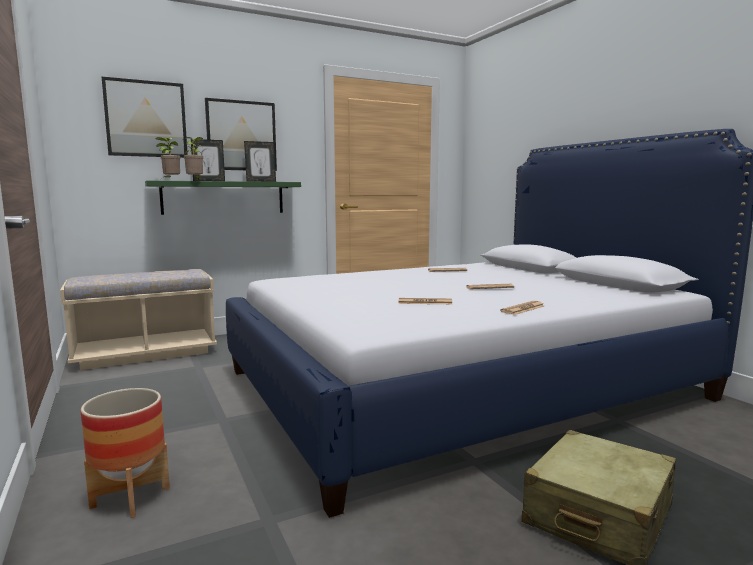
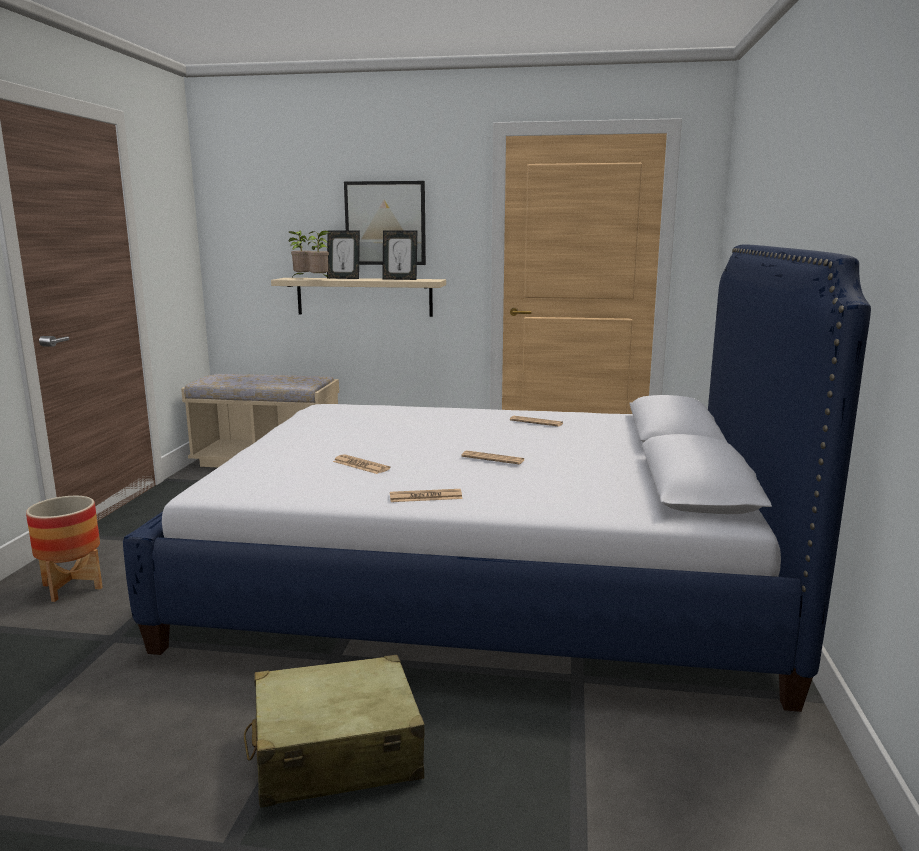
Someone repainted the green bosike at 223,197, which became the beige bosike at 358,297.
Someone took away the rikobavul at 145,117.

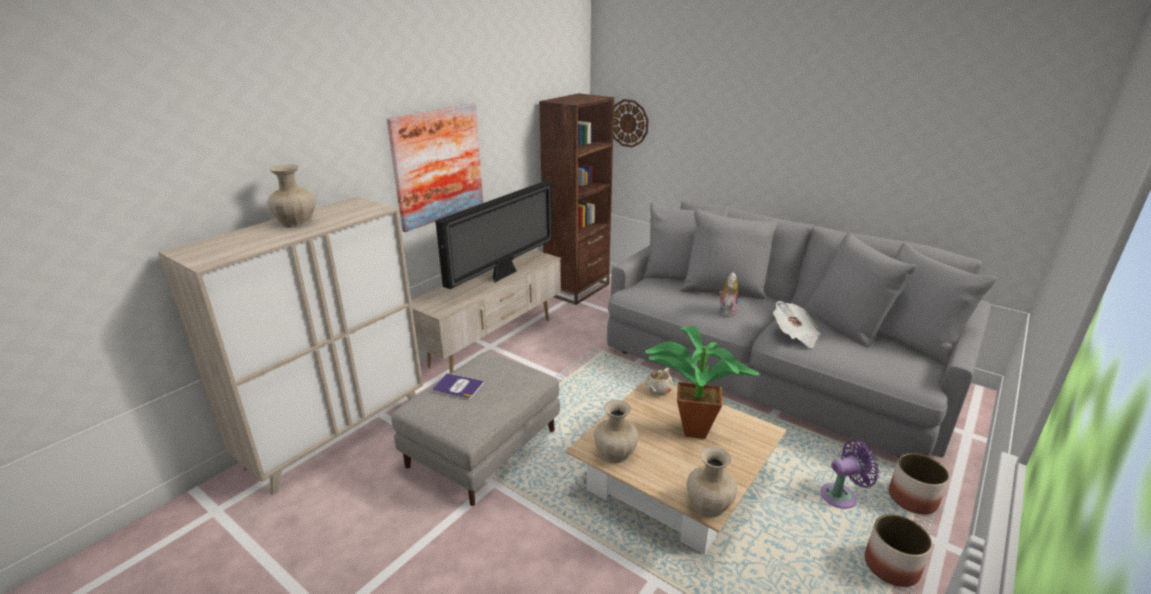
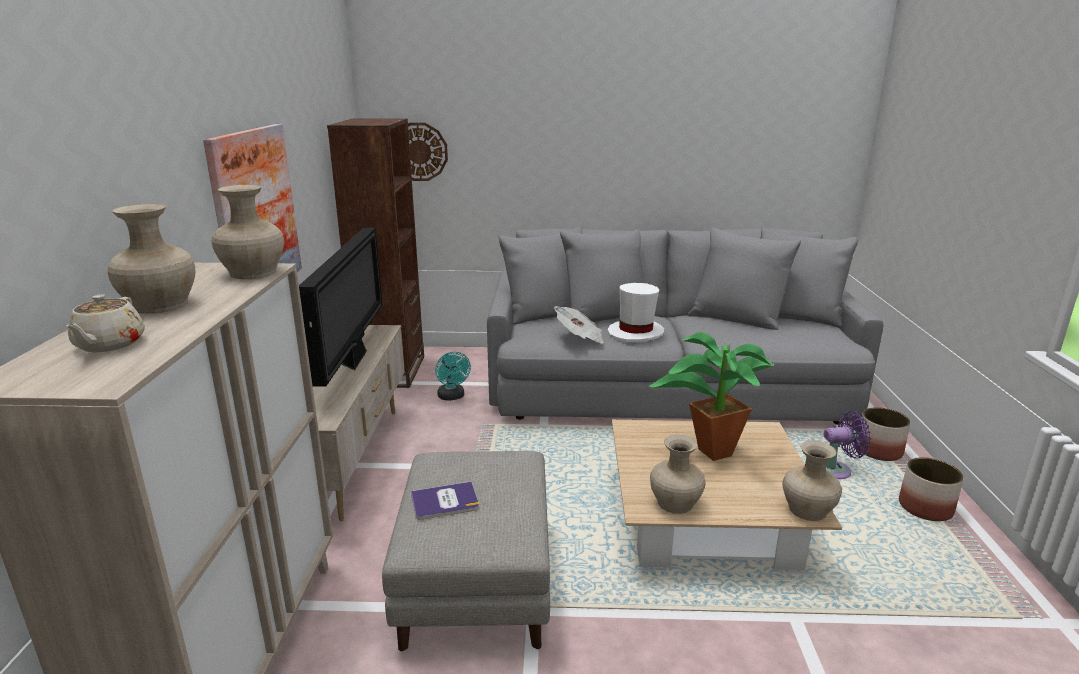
Someone carried the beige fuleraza from 659,381 to 105,323.
Someone put down the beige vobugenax at 247,232.
Someone put down the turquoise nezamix at 453,376.
Someone carried the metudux from 797,324 to 578,324.
Someone swapped the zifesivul at 728,294 for the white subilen at 635,312.
Someone rotated the purple nezamix at 850,474 by 45 degrees clockwise.

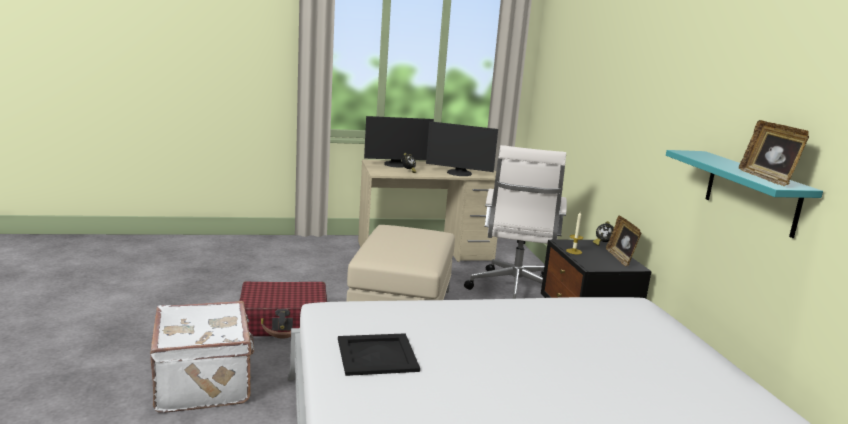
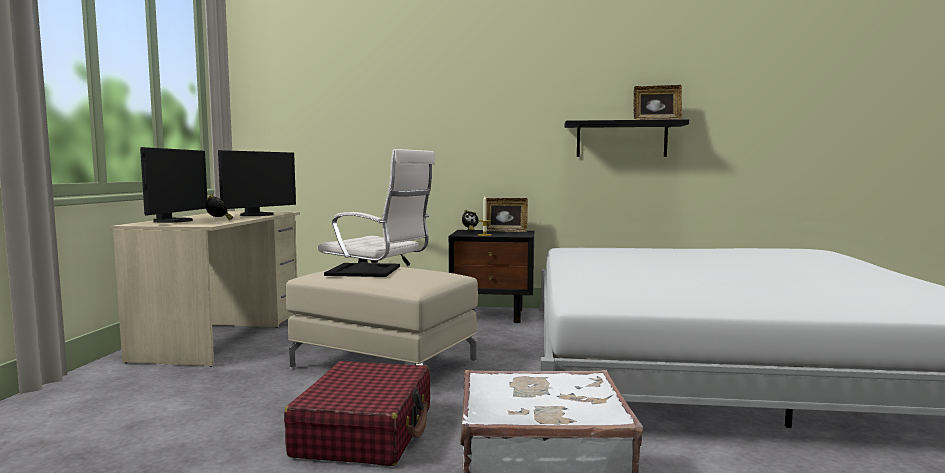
Someone carried the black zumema from 379,354 to 362,269.
Someone repainted the turquoise bosike at 744,194, which became the black bosike at 627,138.

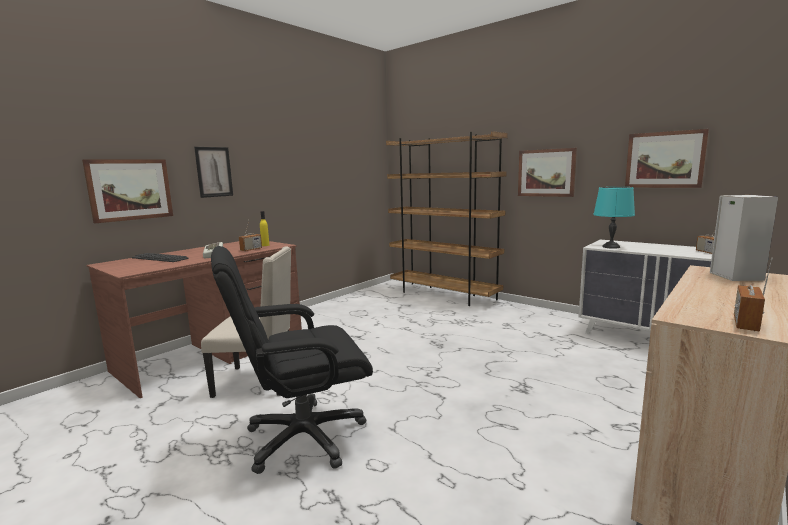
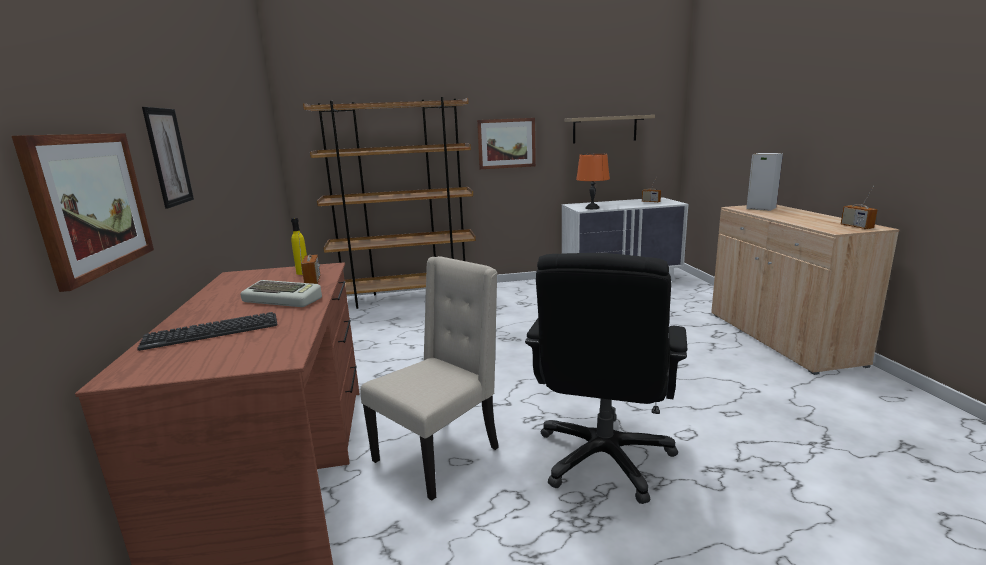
Someone swapped the rikobavul at 667,158 for the bosike at 609,129.
Someone repainted the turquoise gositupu at 614,218, which became the orange gositupu at 593,181.

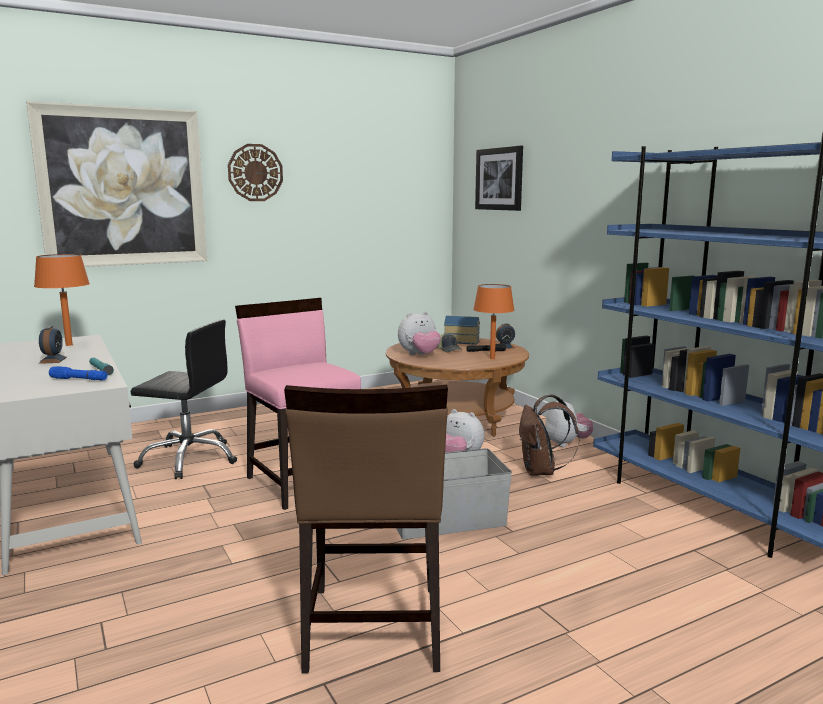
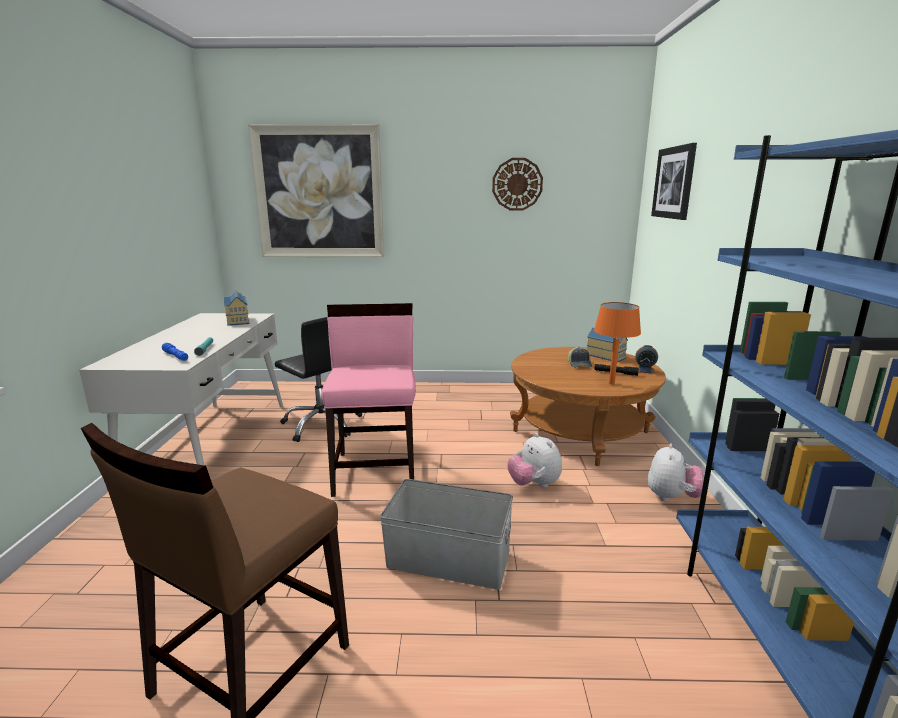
Someone swapped the orange gositupu at 62,300 for the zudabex at 236,308.
Someone carried the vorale from 255,172 to 517,184.
Someone took away the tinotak at 52,345.
Someone took away the zifesivul at 419,333.
Someone took away the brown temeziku at 549,435.

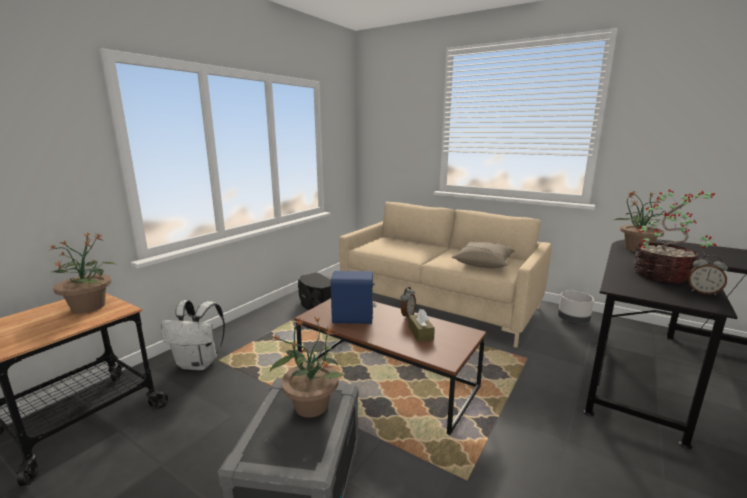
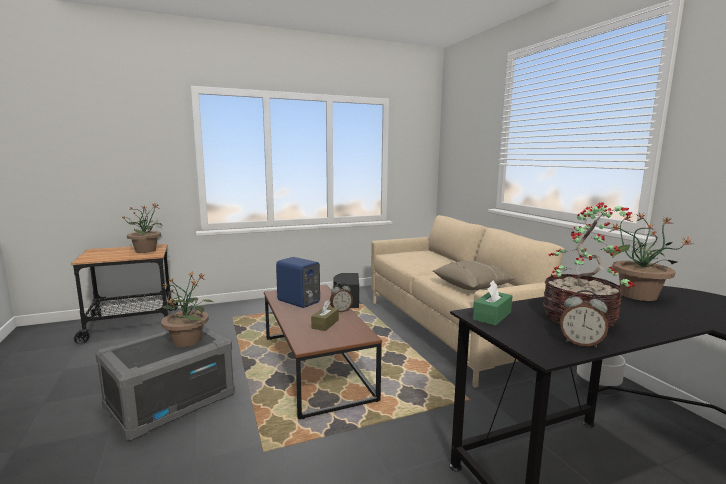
Someone put down the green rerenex at 492,303.
Someone rotated the tinotak at 708,275 by 45 degrees counterclockwise.
Someone took away the white temeziku at 193,335.

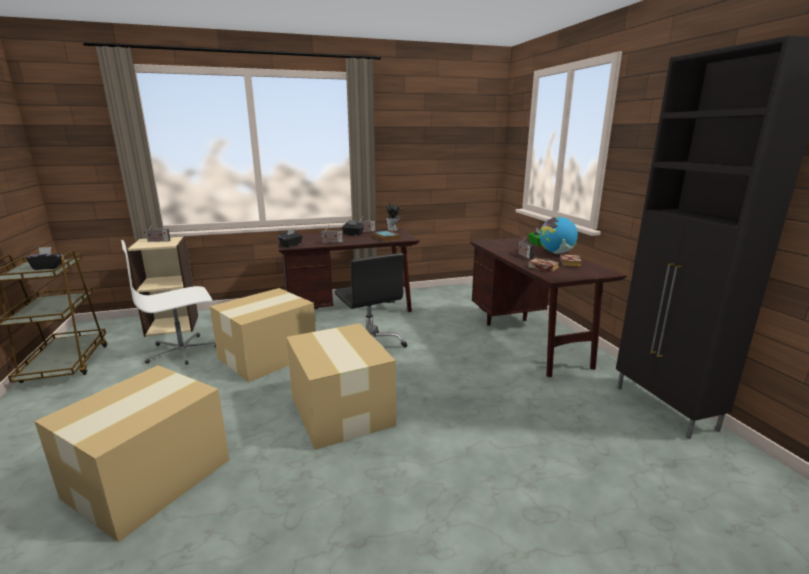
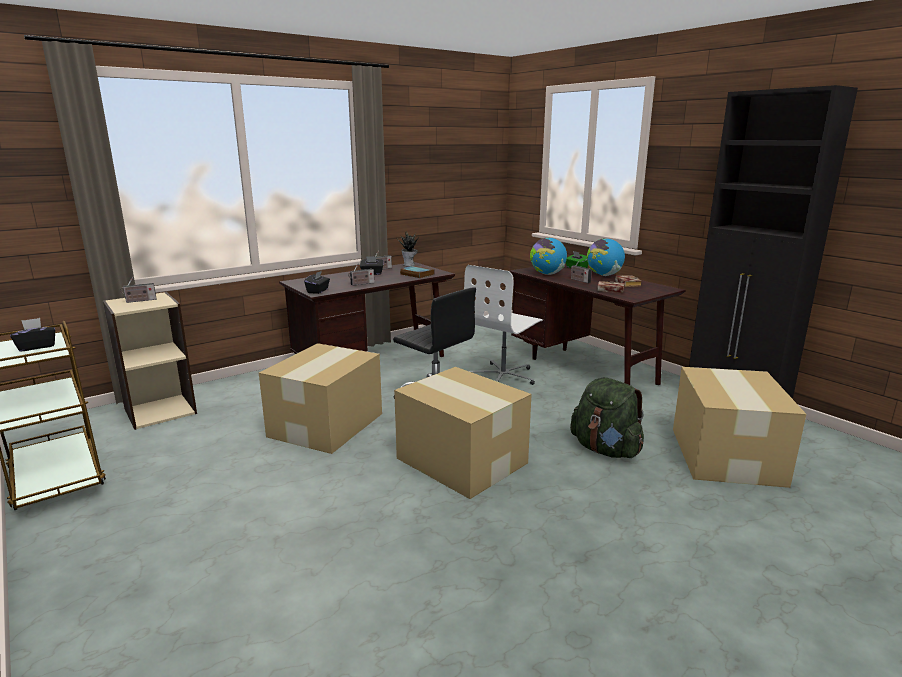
Someone carried the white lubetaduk from 168,302 to 503,325.
Someone put down the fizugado at 548,256.
Someone put down the green temeziku at 607,418.
Someone carried the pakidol from 131,453 to 739,427.

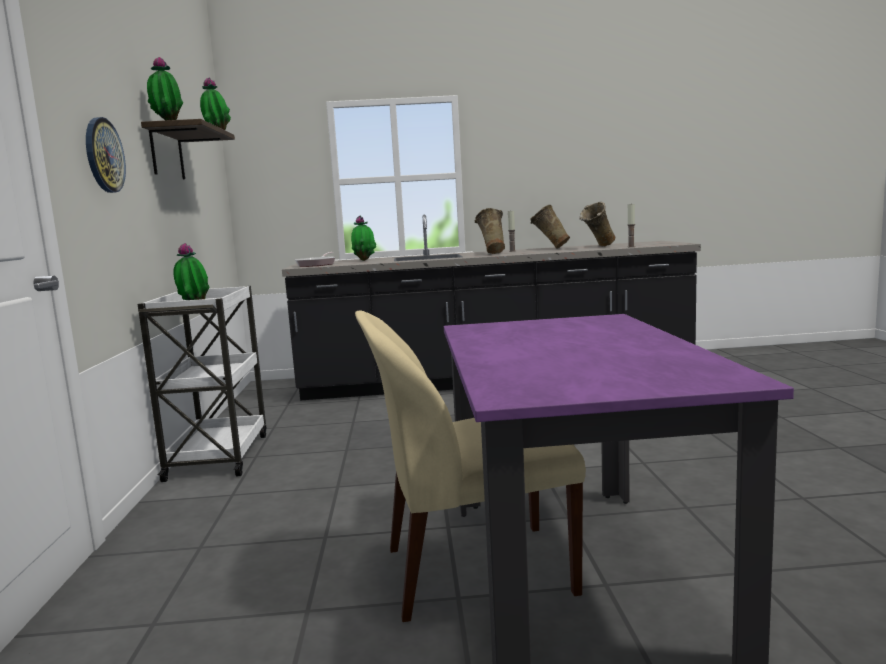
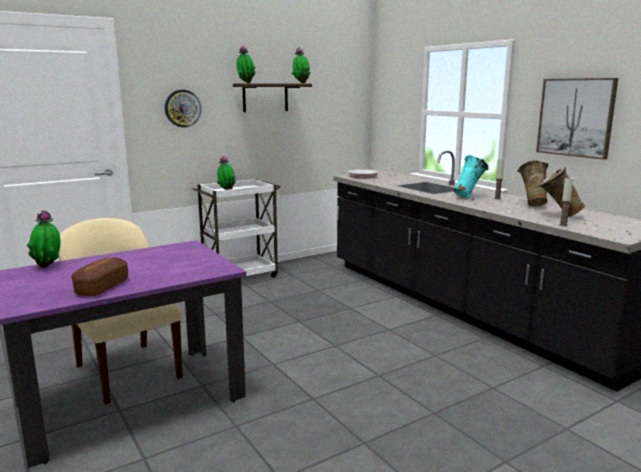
Someone carried the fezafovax from 363,238 to 44,239.
Someone put down the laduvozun at 99,276.
Someone repainted the beige vobugenax at 490,231, which became the turquoise vobugenax at 471,176.
Someone put up the rikobavul at 577,119.

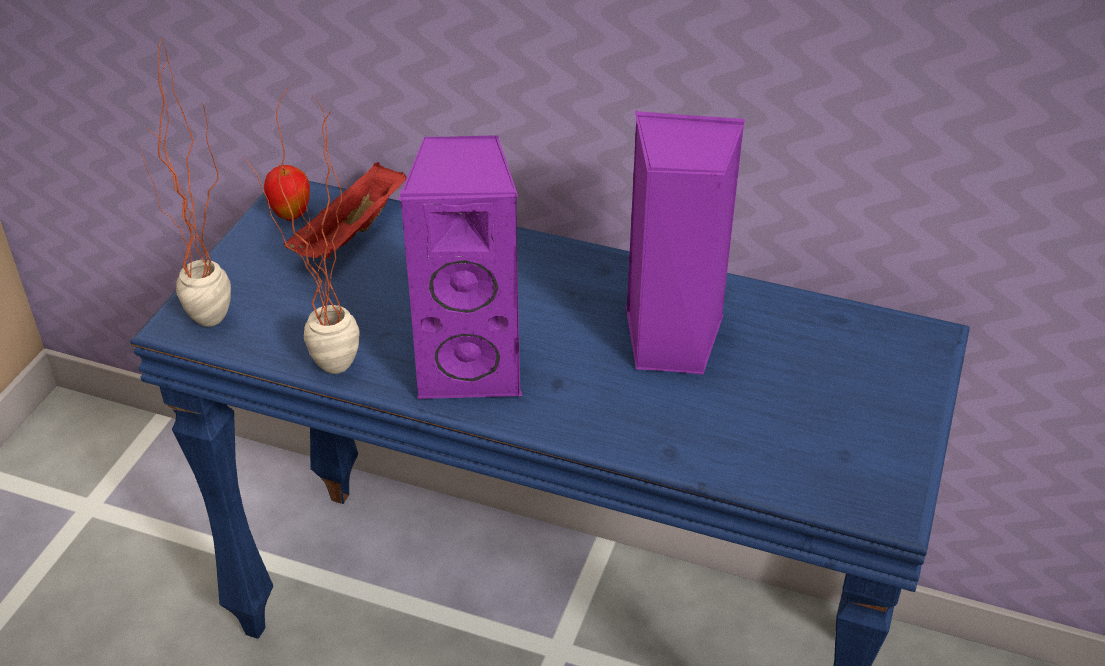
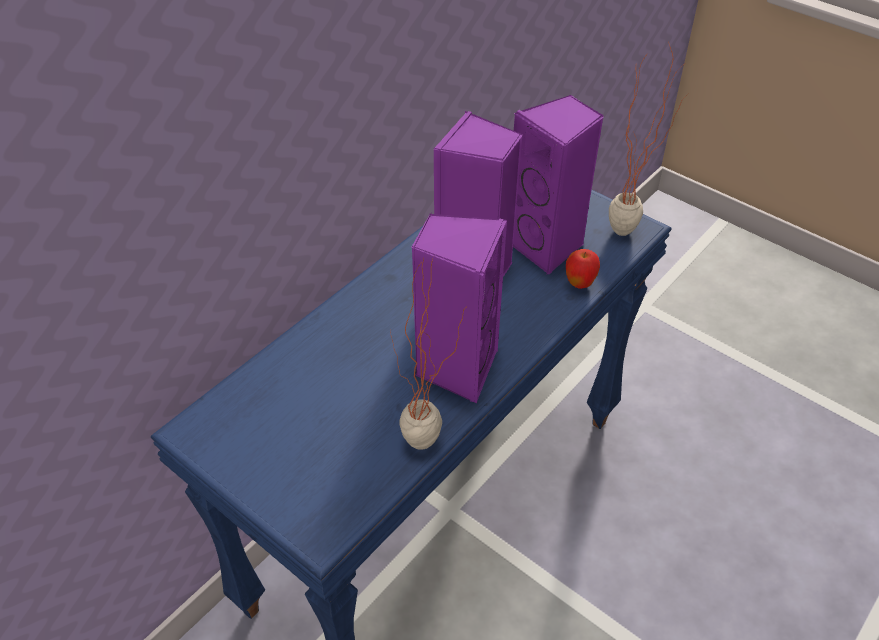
Someone put down the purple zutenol at 558,184.
Someone carried the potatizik from 287,193 to 583,269.
Someone carried the fezafovax from 186,182 to 648,139.
Someone took away the red zumema at 345,210.

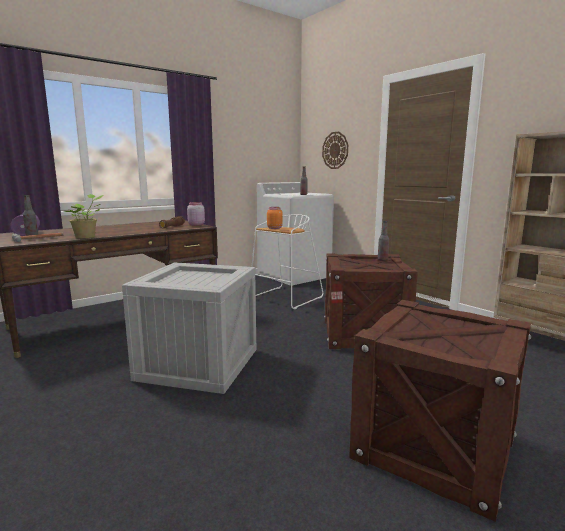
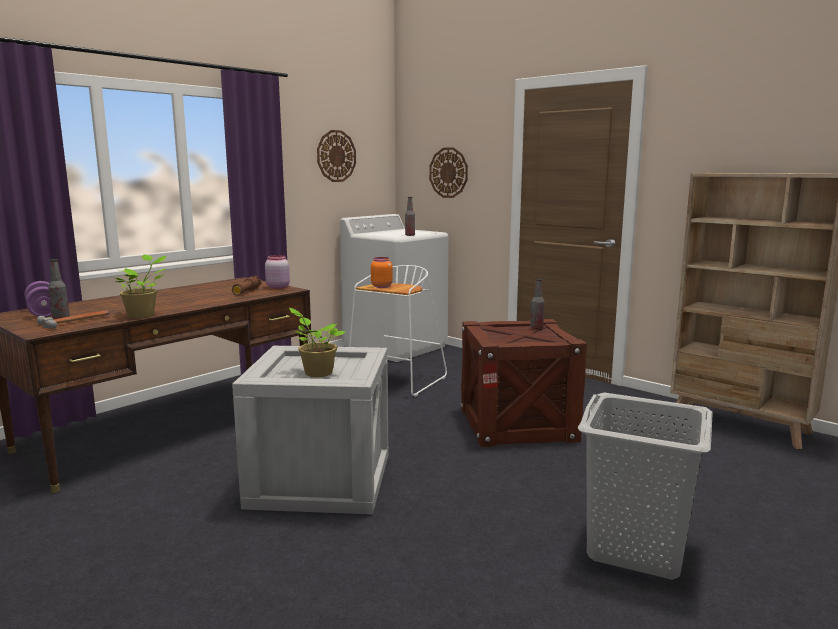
Someone put down the fezafovax at 317,342.
Someone put up the vorale at 336,156.
Someone swapped the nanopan at 440,411 for the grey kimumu at 645,486.

